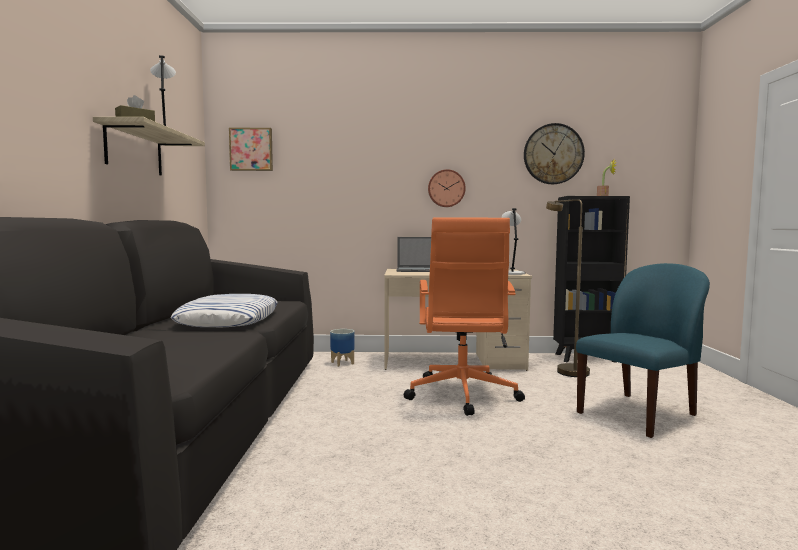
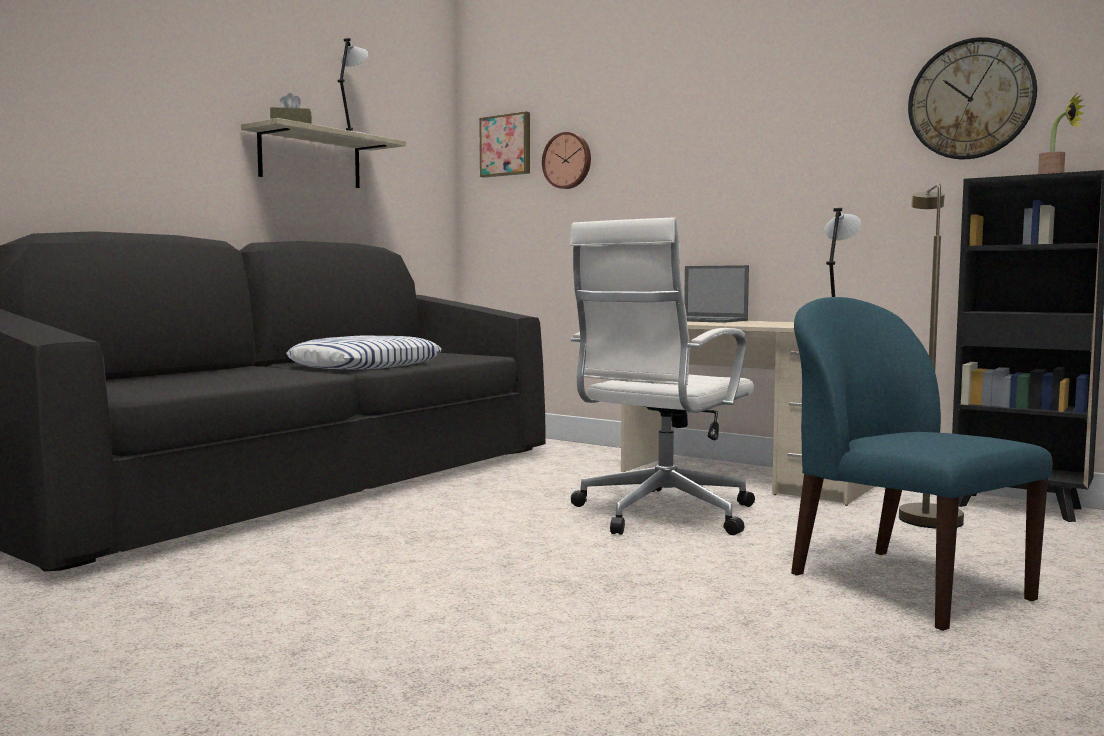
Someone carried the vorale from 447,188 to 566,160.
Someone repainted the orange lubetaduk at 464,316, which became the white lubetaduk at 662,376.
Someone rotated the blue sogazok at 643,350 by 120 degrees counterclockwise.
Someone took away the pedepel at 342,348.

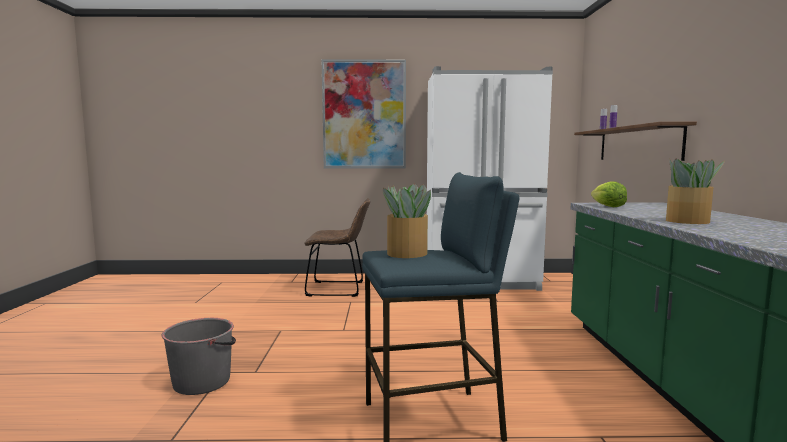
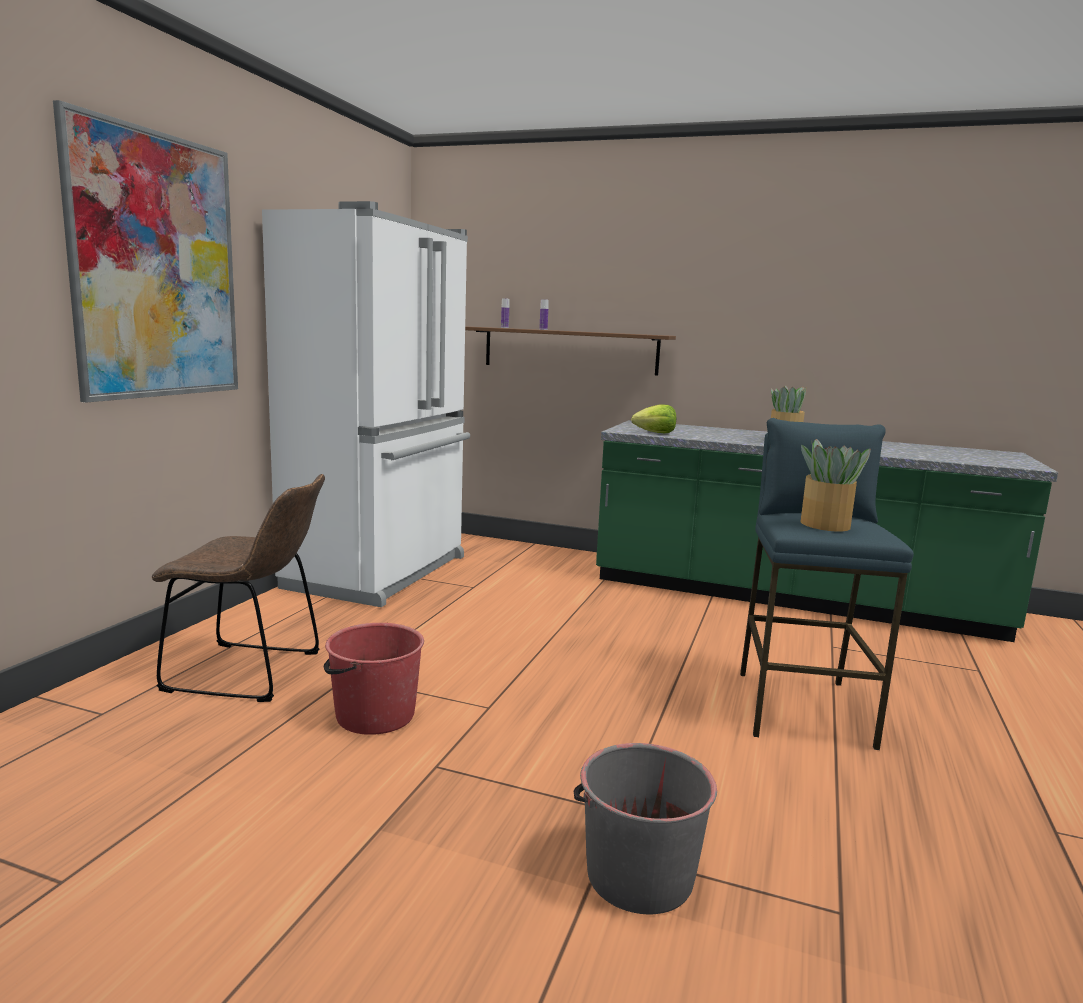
Someone rotated the brown sogazok at 337,247 by 75 degrees clockwise.
Someone put down the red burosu at 374,679.

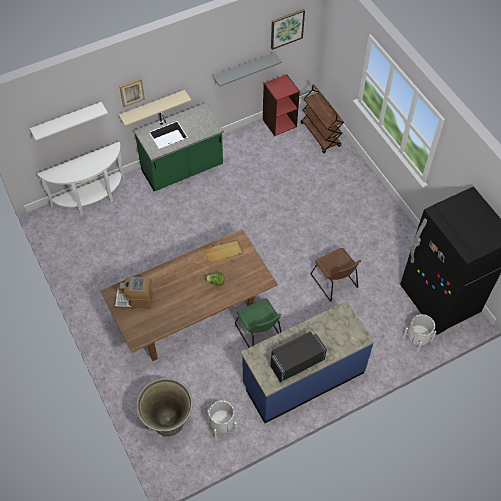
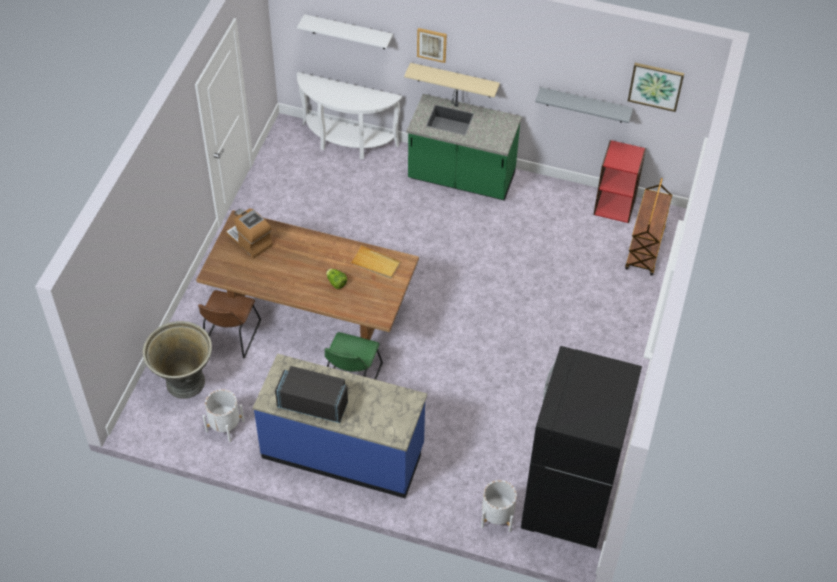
Someone carried the brown sogazok from 335,275 to 229,324.

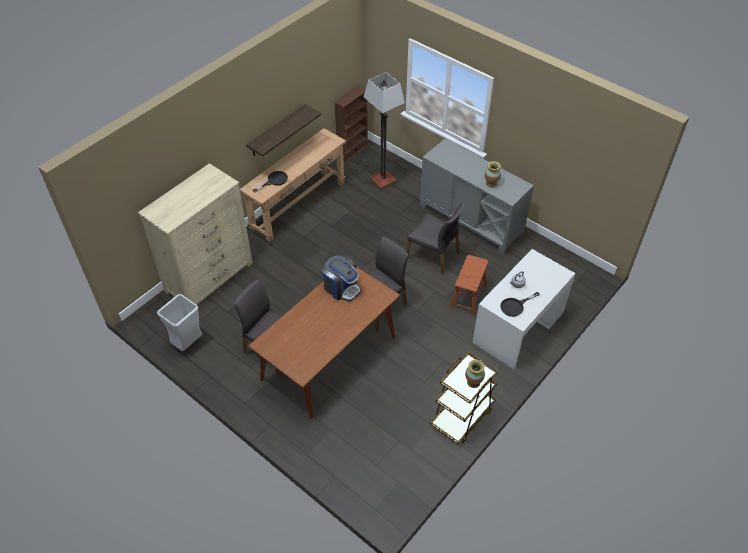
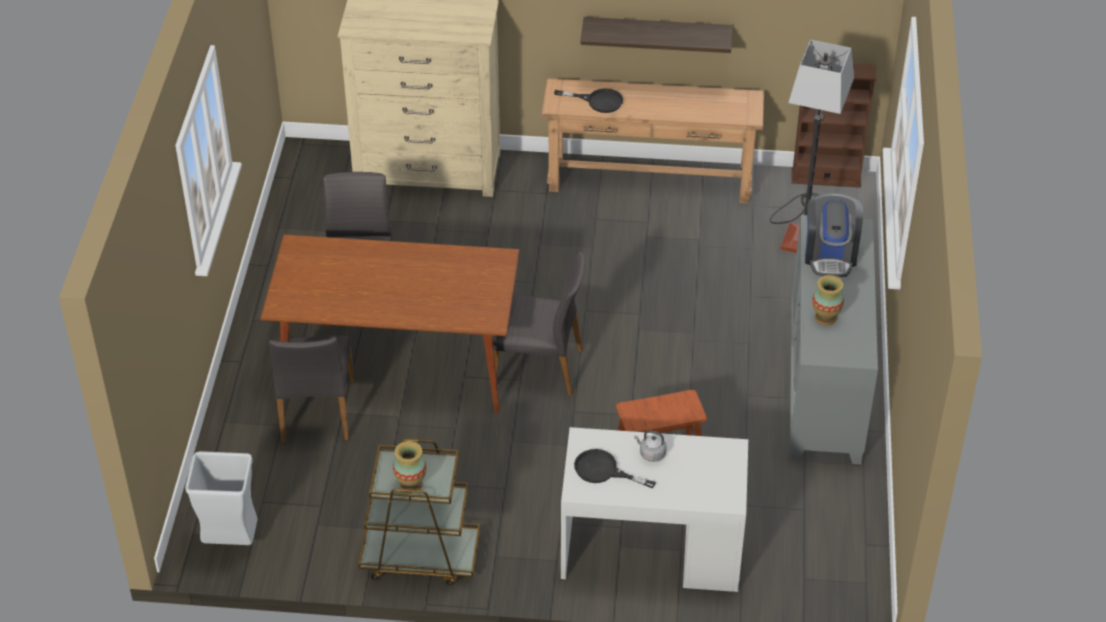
Someone carried the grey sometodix from 179,322 to 221,498.
Someone carried the grey sogazok from 435,238 to 311,389.
Someone carried the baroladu from 341,277 to 834,235.

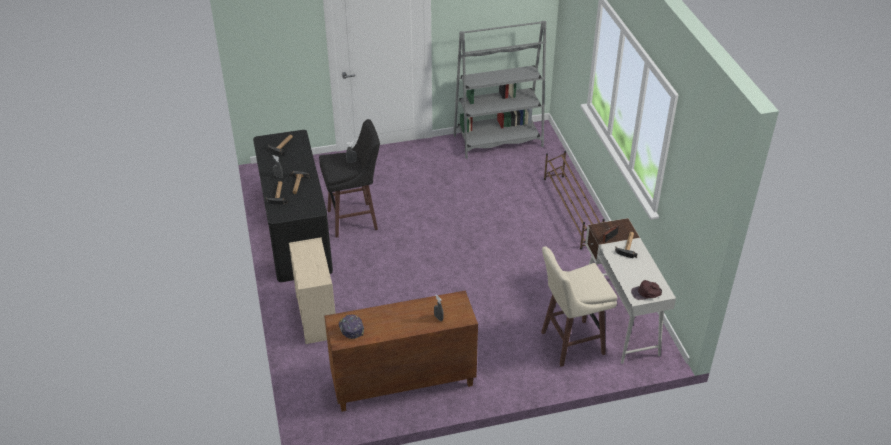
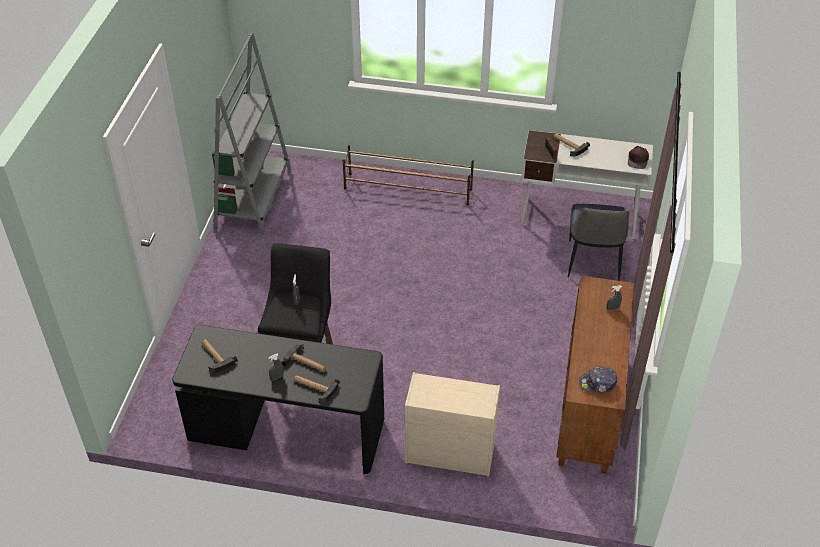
Someone swapped the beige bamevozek at 579,306 for the sogazok at 598,242.

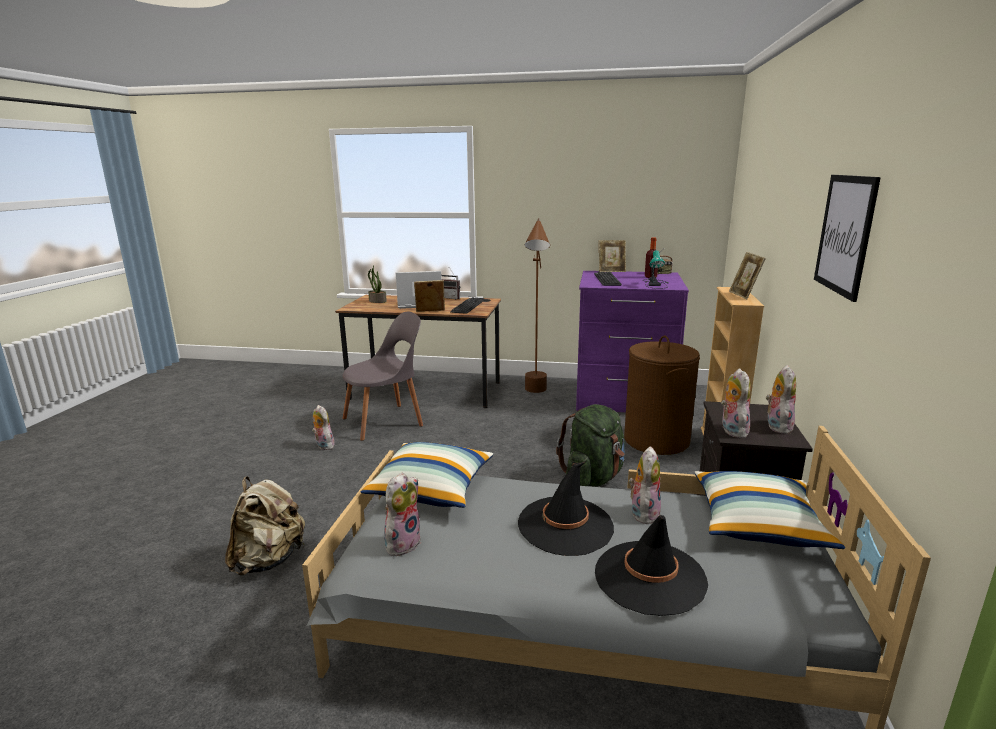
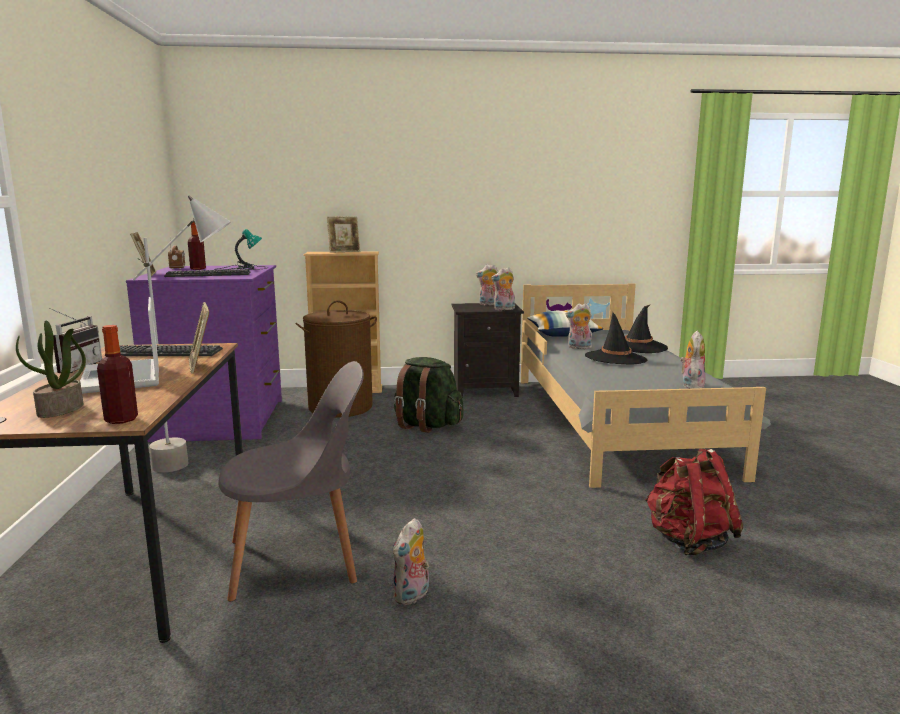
Someone put down the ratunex at 117,374.
Someone repainted the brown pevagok at 537,305, which became the grey pevagok at 182,334.
Someone rotated the grey sogazok at 382,376 by 120 degrees clockwise.
Someone repainted the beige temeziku at 265,526, which became the red temeziku at 694,502.
Someone rotated the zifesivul at 402,514 by 90 degrees clockwise.
Someone took away the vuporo at 427,475.
Someone took away the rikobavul at 847,238.

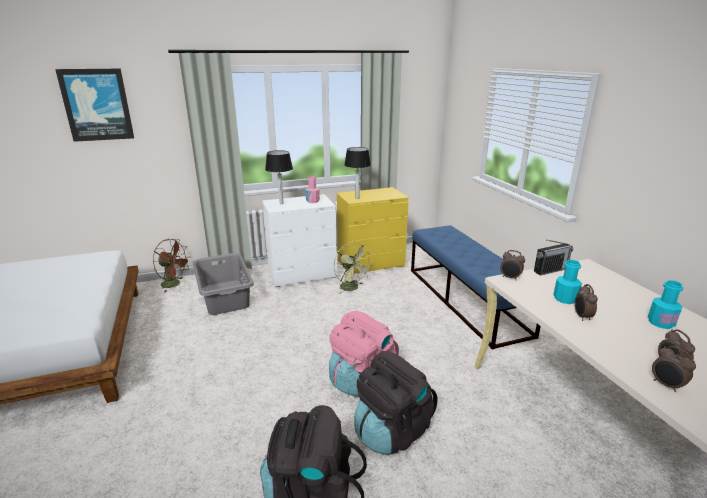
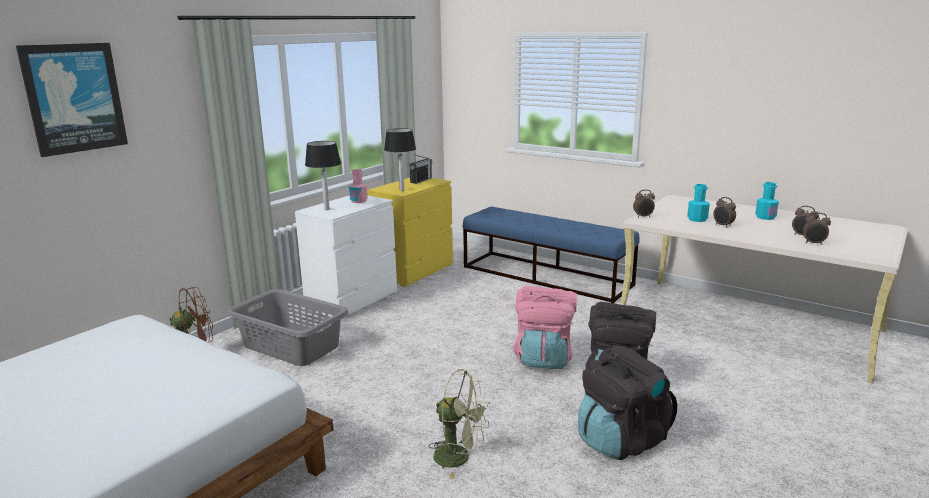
Someone carried the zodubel from 553,258 to 421,169.
Someone carried the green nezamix from 353,268 to 459,423.

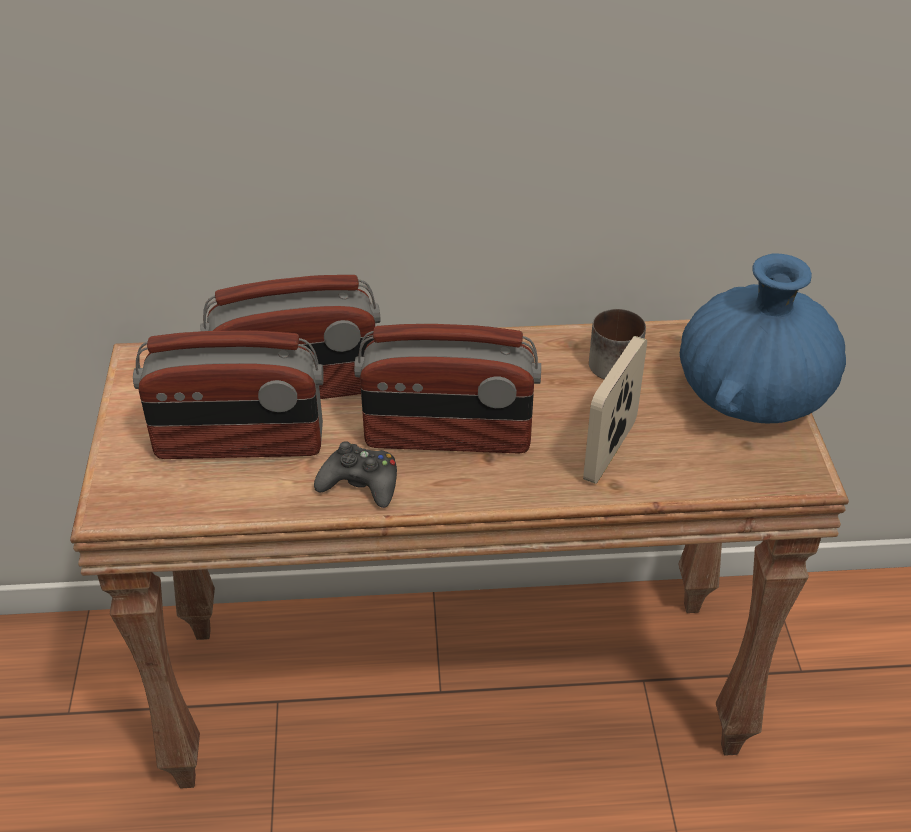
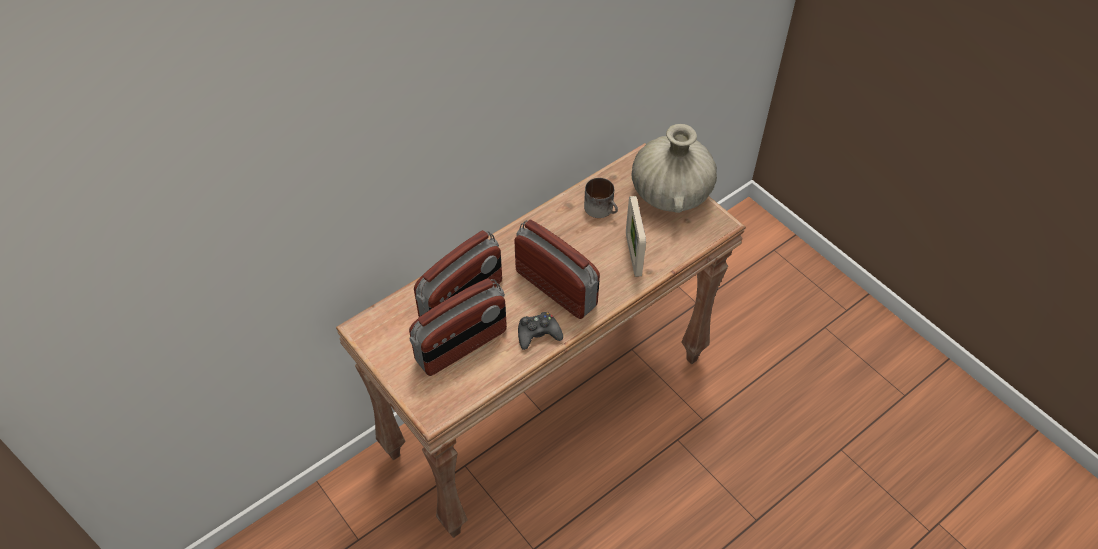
Someone rotated the zodubel at 447,388 by 105 degrees counterclockwise.
Someone repainted the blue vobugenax at 763,338, which became the beige vobugenax at 674,168.

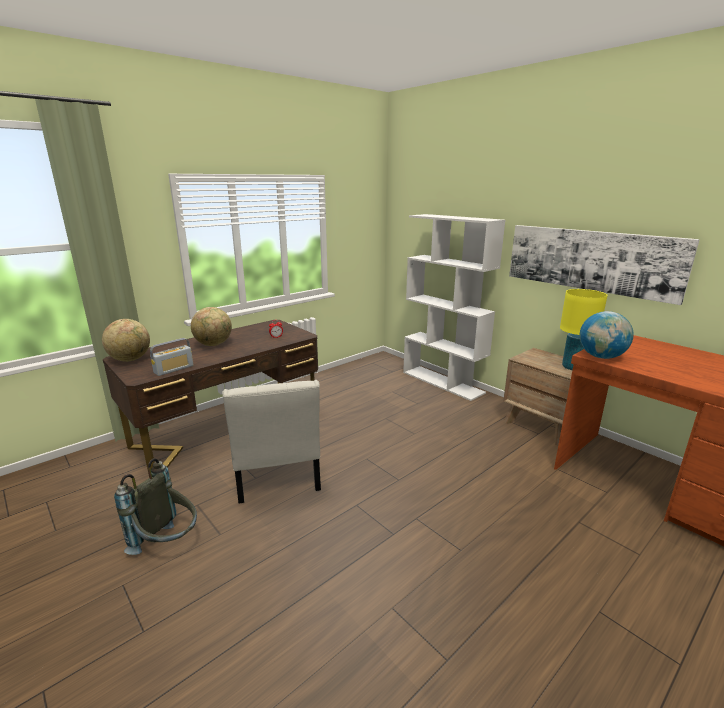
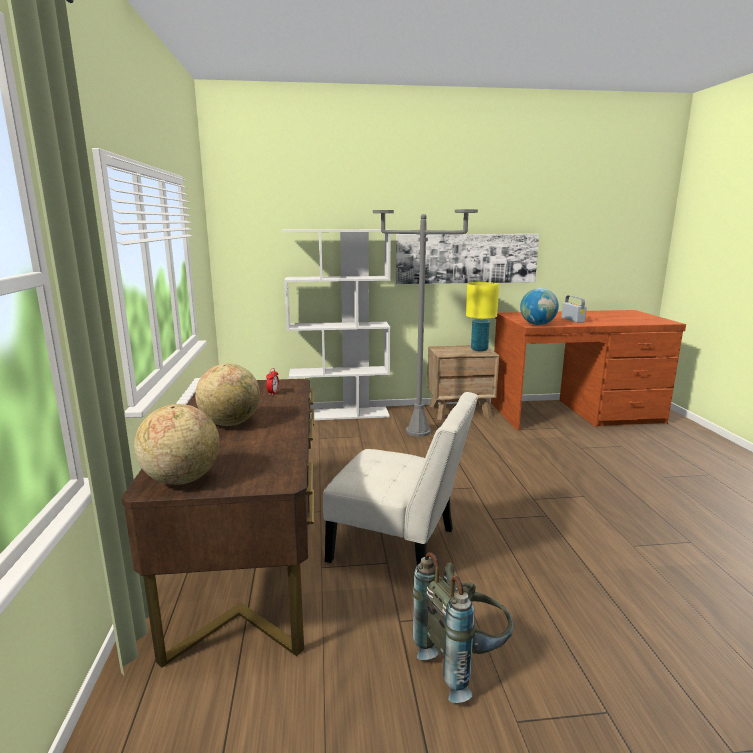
Someone put down the grey pevagok at 425,323.
Someone carried the zodubel from 171,357 to 574,309.

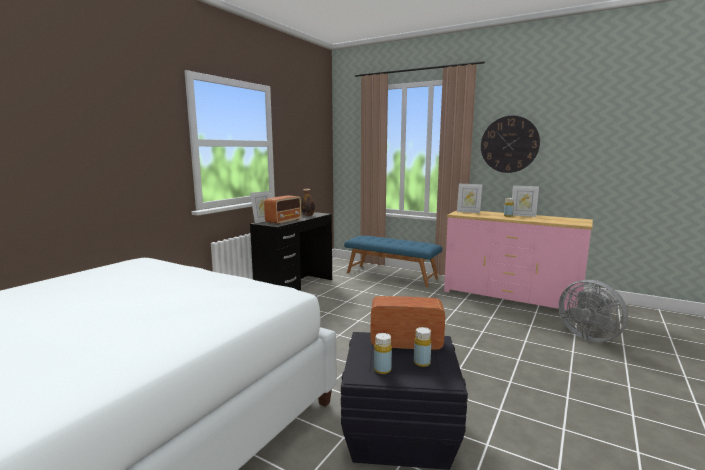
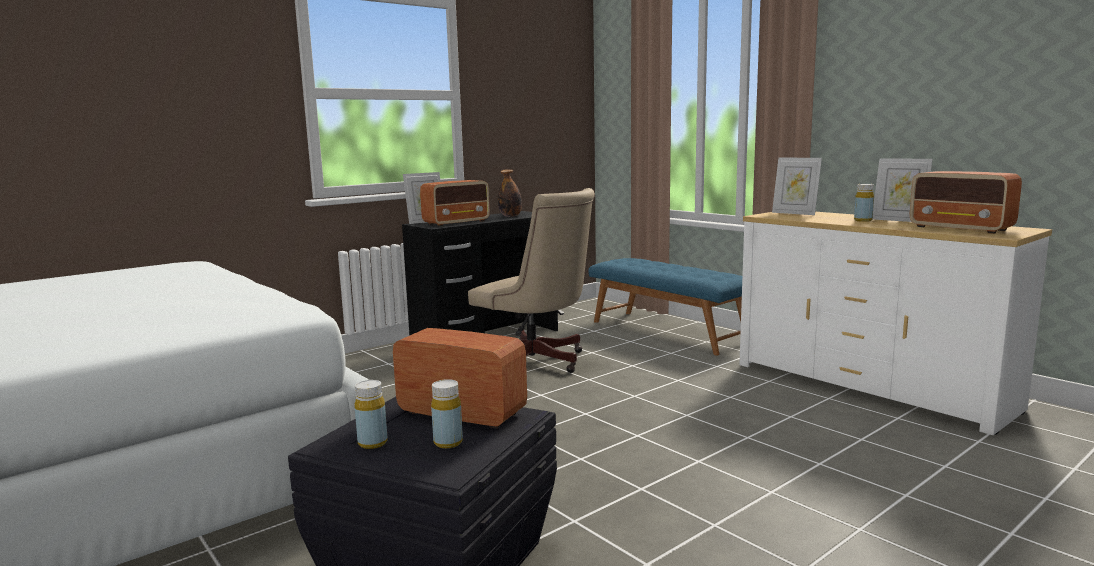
Someone put down the beige lubetaduk at 531,280.
Someone repainted the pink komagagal at 518,260, which became the white komagagal at 895,323.
Someone put down the zodubel at 966,202.
Someone took away the vorale at 510,144.
Someone took away the grey nezamix at 593,311.

